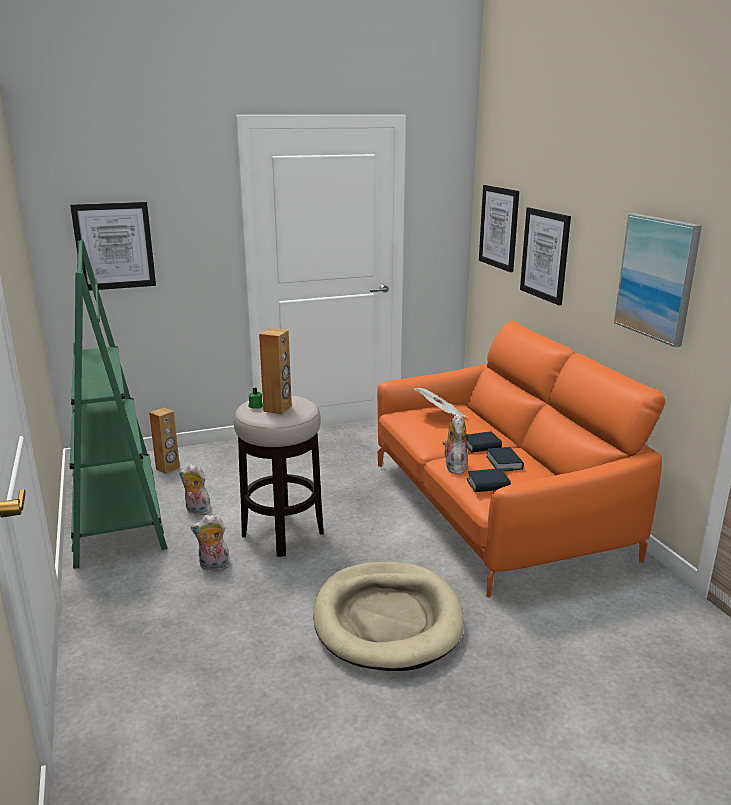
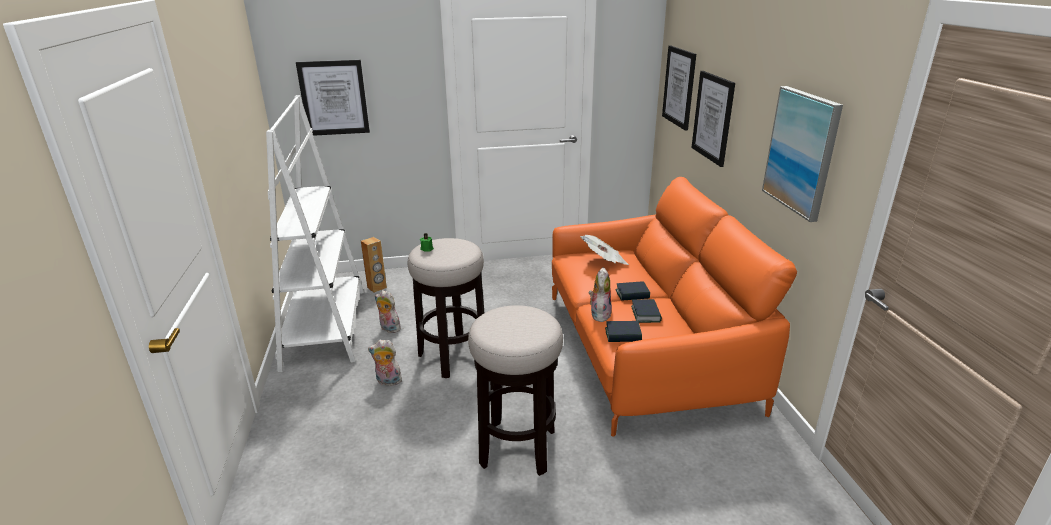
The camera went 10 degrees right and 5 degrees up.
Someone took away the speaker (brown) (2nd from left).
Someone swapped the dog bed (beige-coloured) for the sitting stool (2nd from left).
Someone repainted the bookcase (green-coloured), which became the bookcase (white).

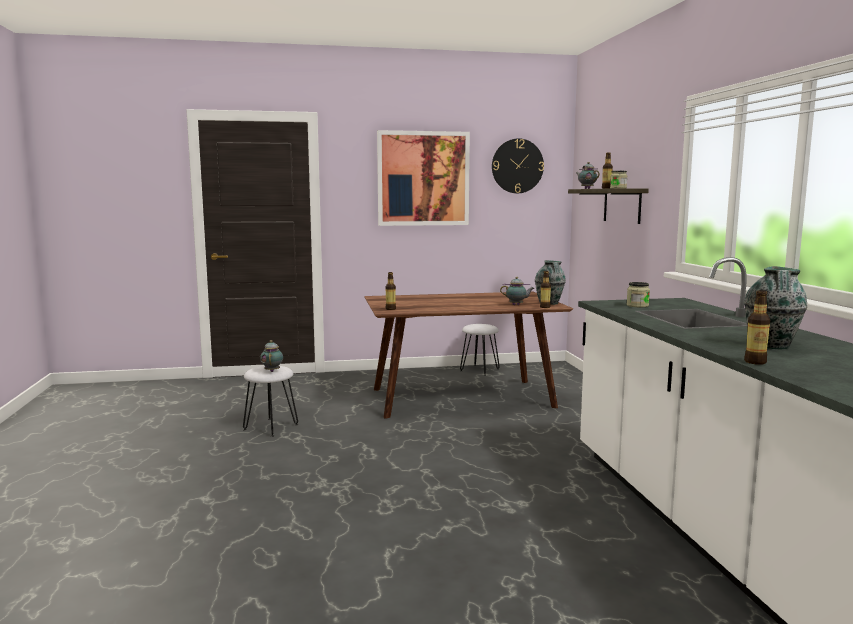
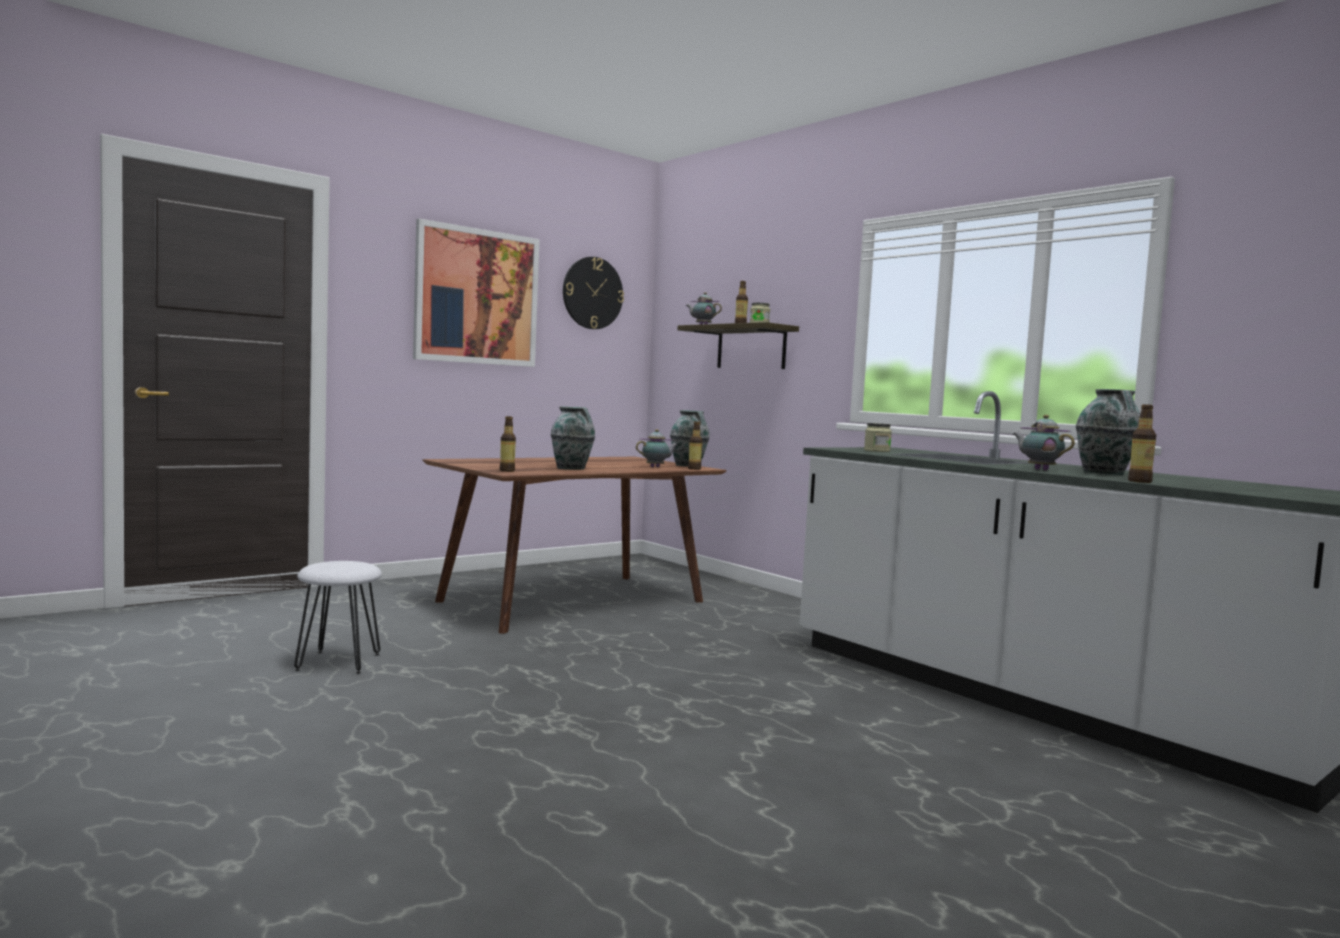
The camera went 30 degrees left and 5 degrees down.
Someone took away the sitting stool (white) (2nd from left).
Someone put down the decorative vase (1st from left).
Someone carried the pot for tea (1st from left in the first image).

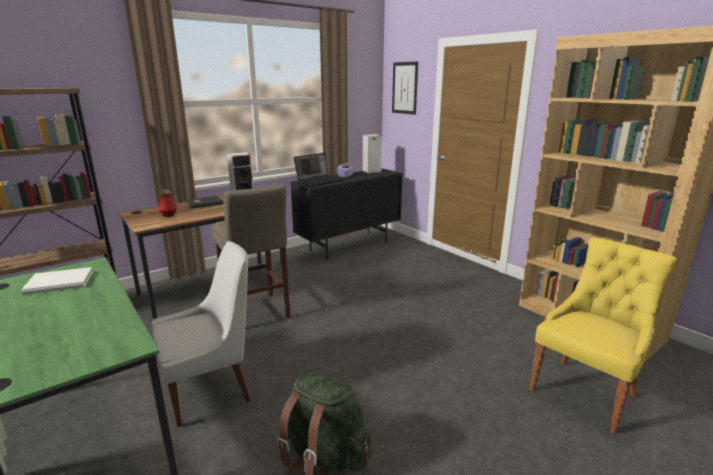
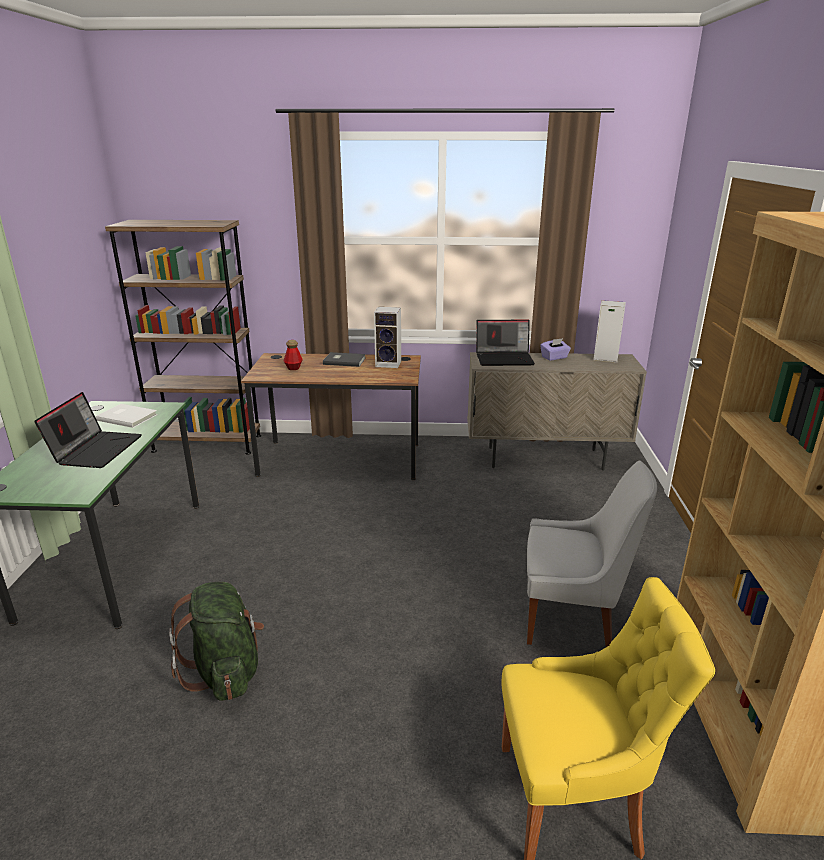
The camera went 40 degrees right and 5 degrees up.
Someone took away the sitting stool (beige-coloured).
Someone took away the wall picture.
Someone put down the notebook computer (1st from left).
Someone carried the chair (white).
Someone repainted the cabinet (black), which became the cabinet (beige-coloured).

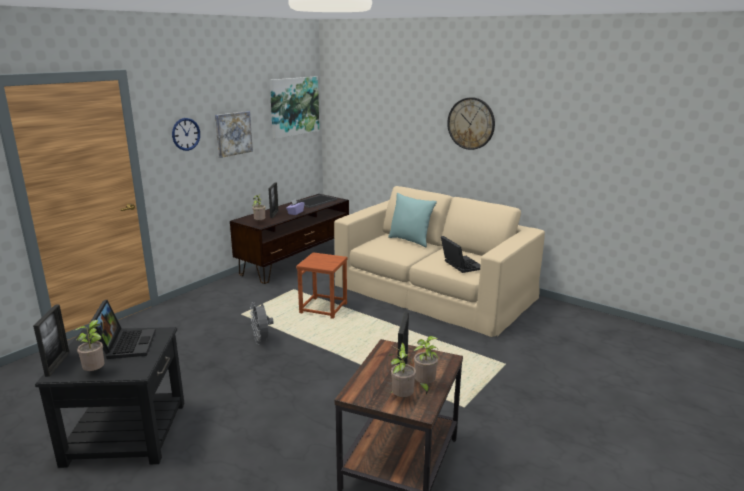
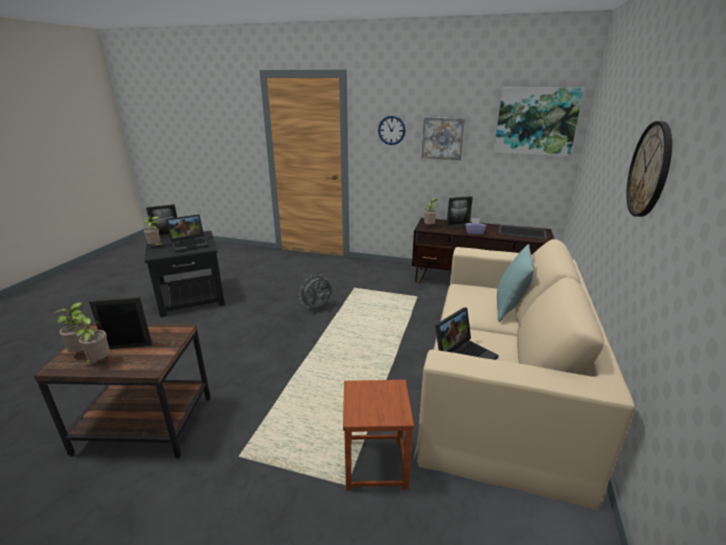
The camera went 70 degrees right and 5 degrees up.
Someone carried the sitting stool (brown).

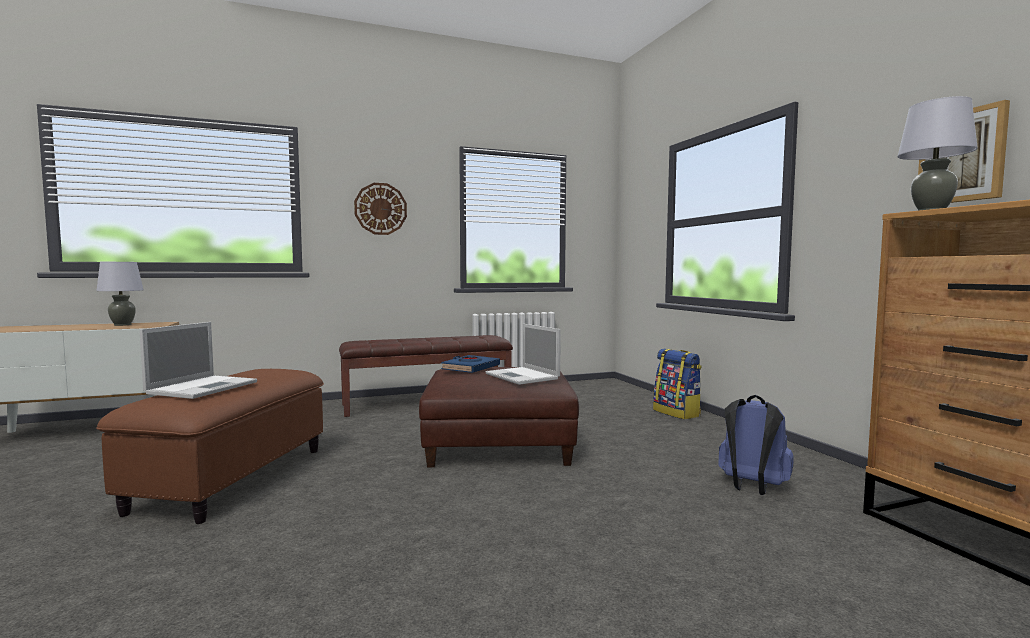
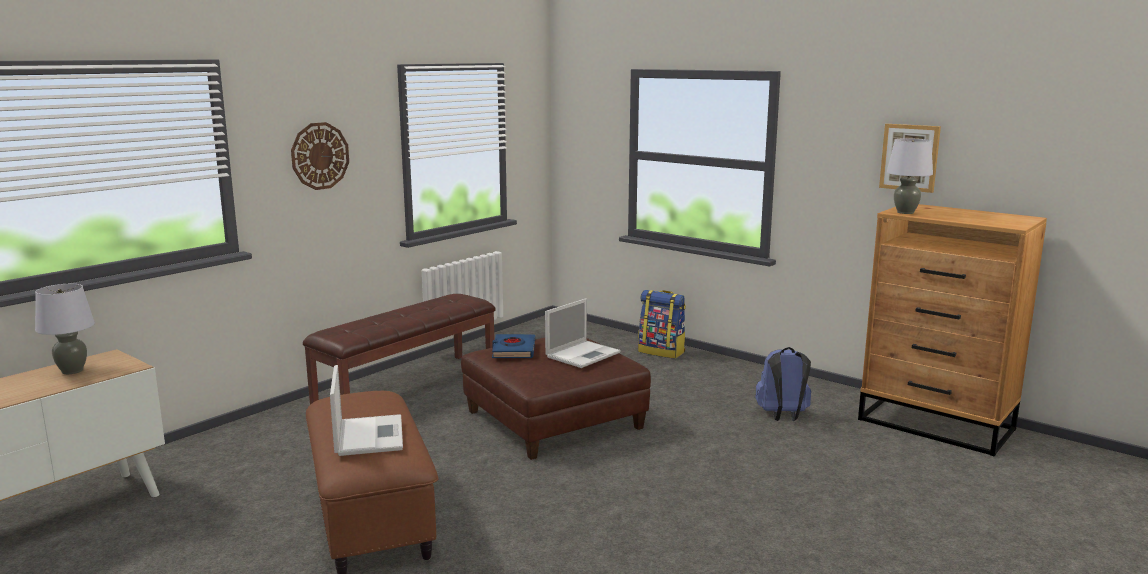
The camera went 30 degrees left and 10 degrees up.
Someone rotated the notebook computer (2nd from left) by 75 degrees counterclockwise.

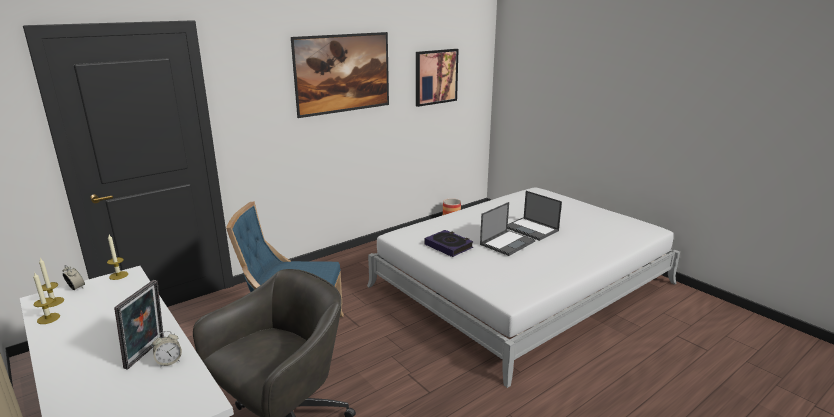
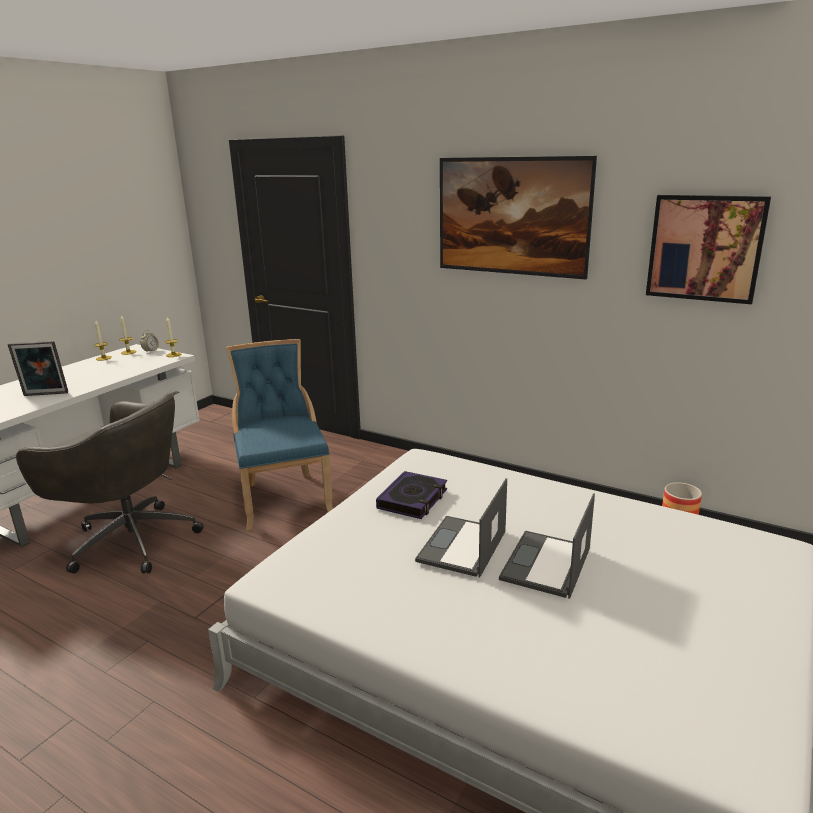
The camera went 70 degrees right and 0 degrees up.
Someone took away the table clock (2nd from left).
Someone rotated the notebook computer (1st from left) by 90 degrees clockwise.

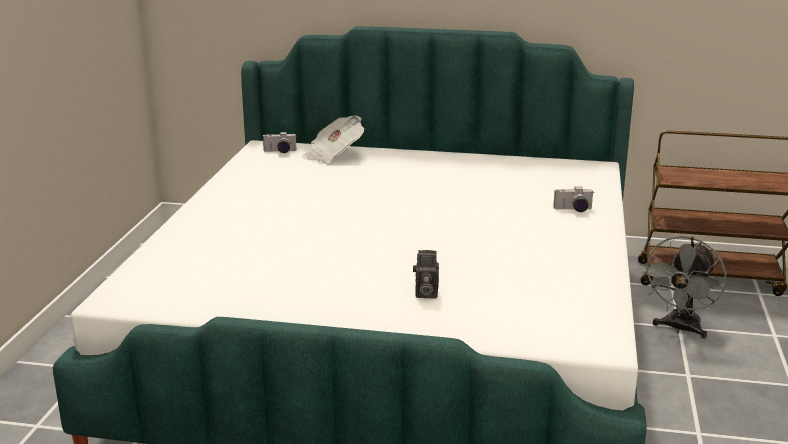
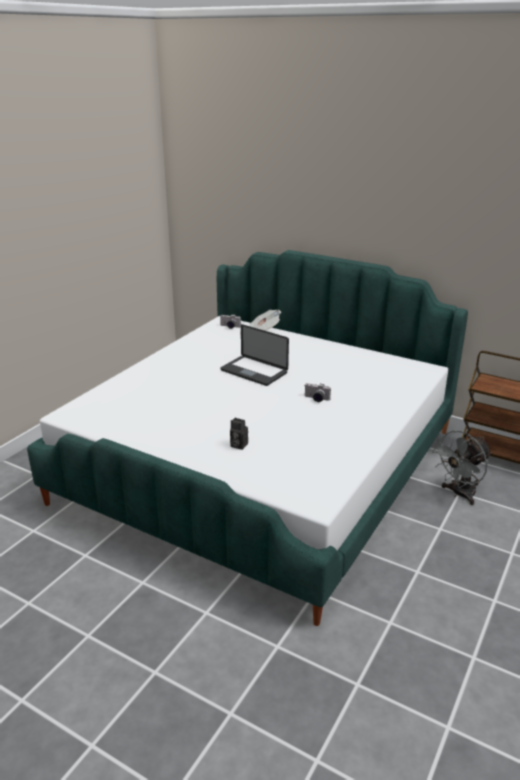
The camera went 20 degrees right and 5 degrees up.
Someone put down the notebook computer.
Someone carried the photo camera (3rd from left).

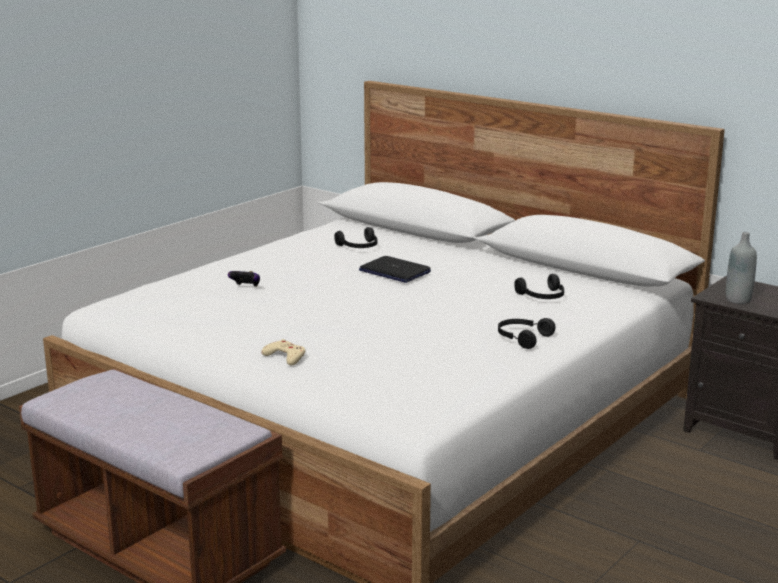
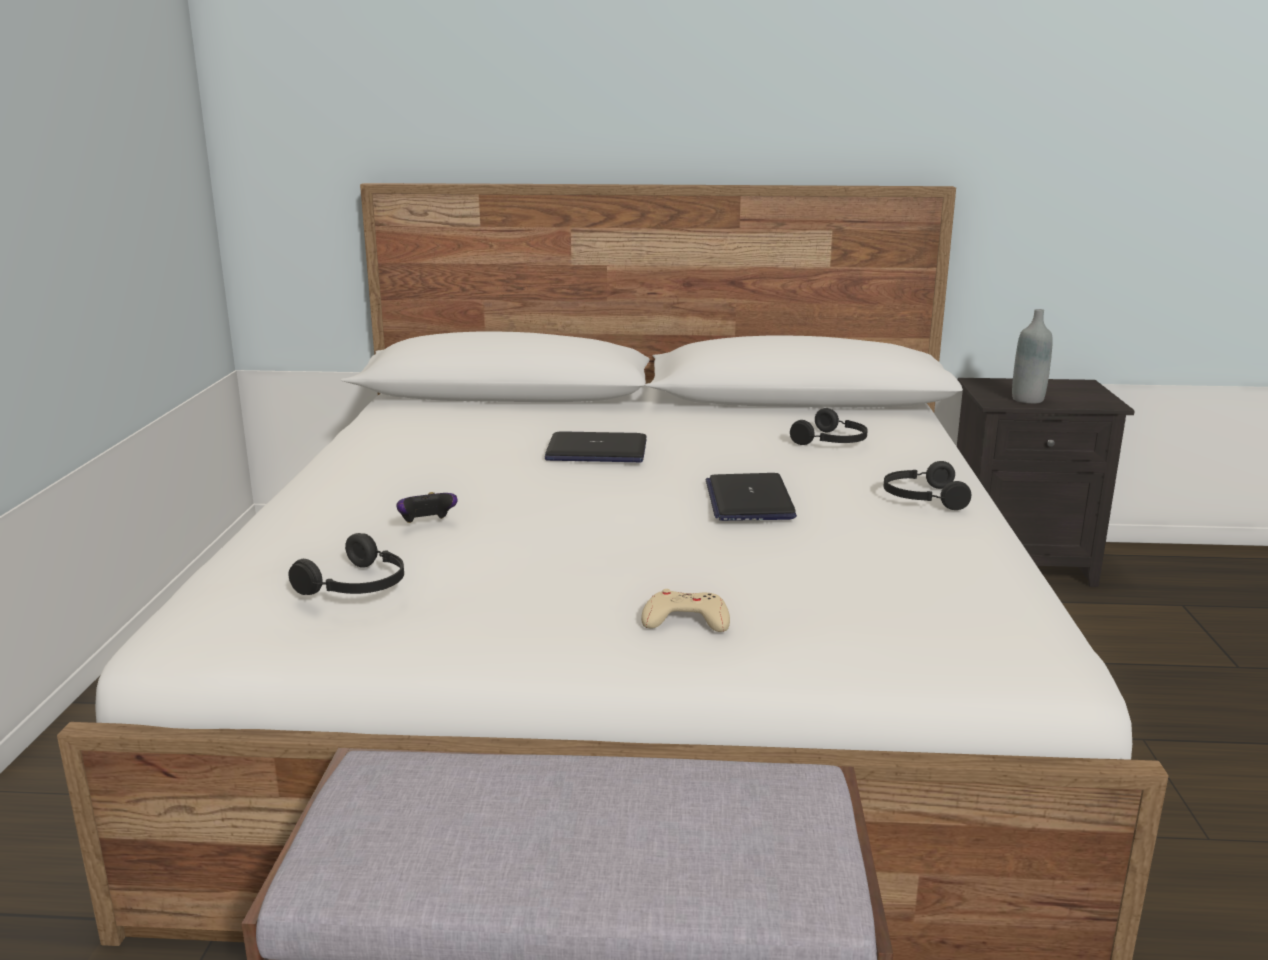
The camera went 35 degrees left and 0 degrees up.
Someone put down the notebook computer (2nd from left).
Someone carried the headset (black) (1st from left).

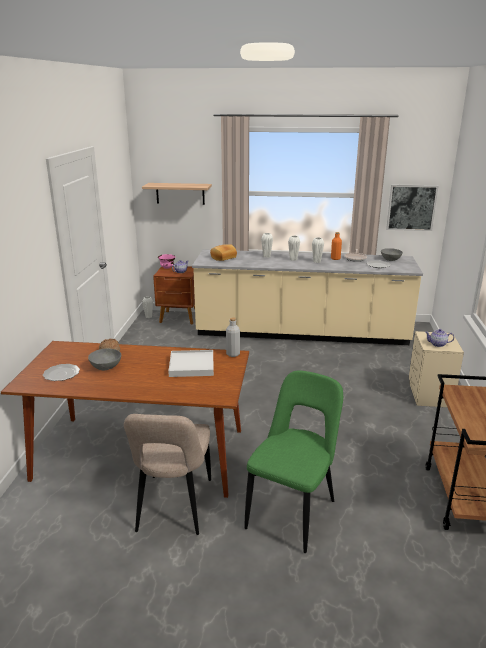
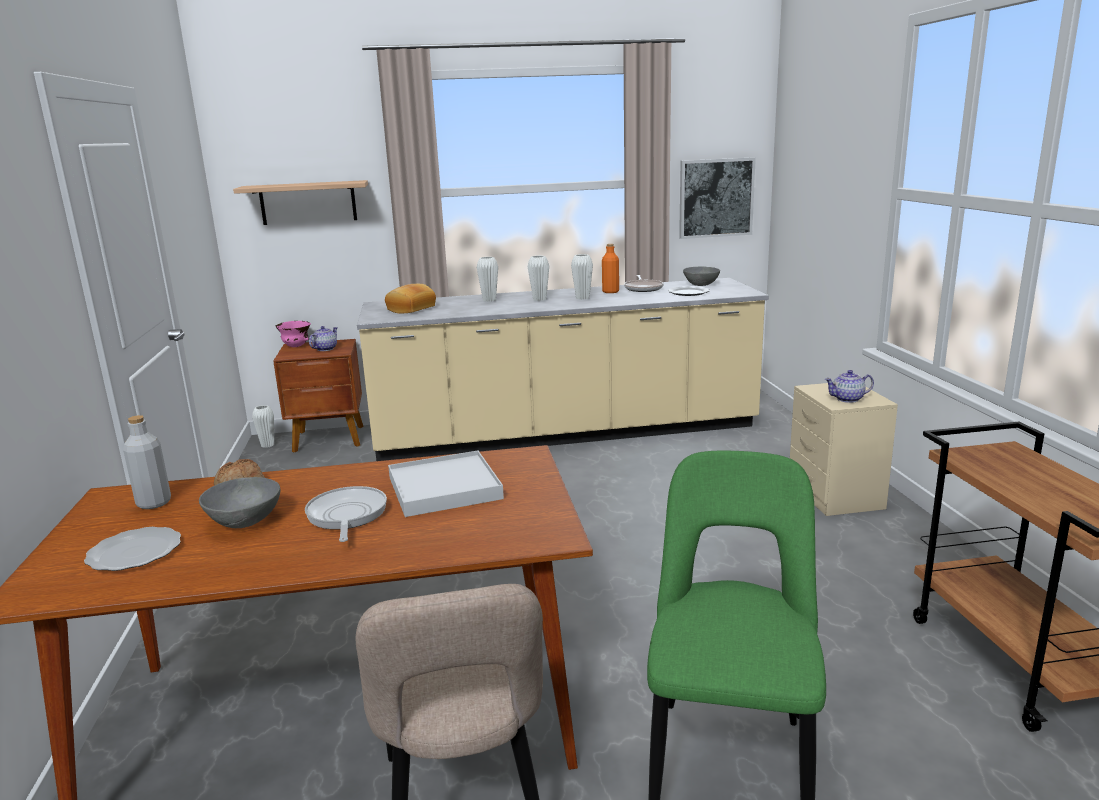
The camera went 15 degrees left and 5 degrees down.
Someone put down the pan (1st from left).
Someone carried the bottle (gray).

